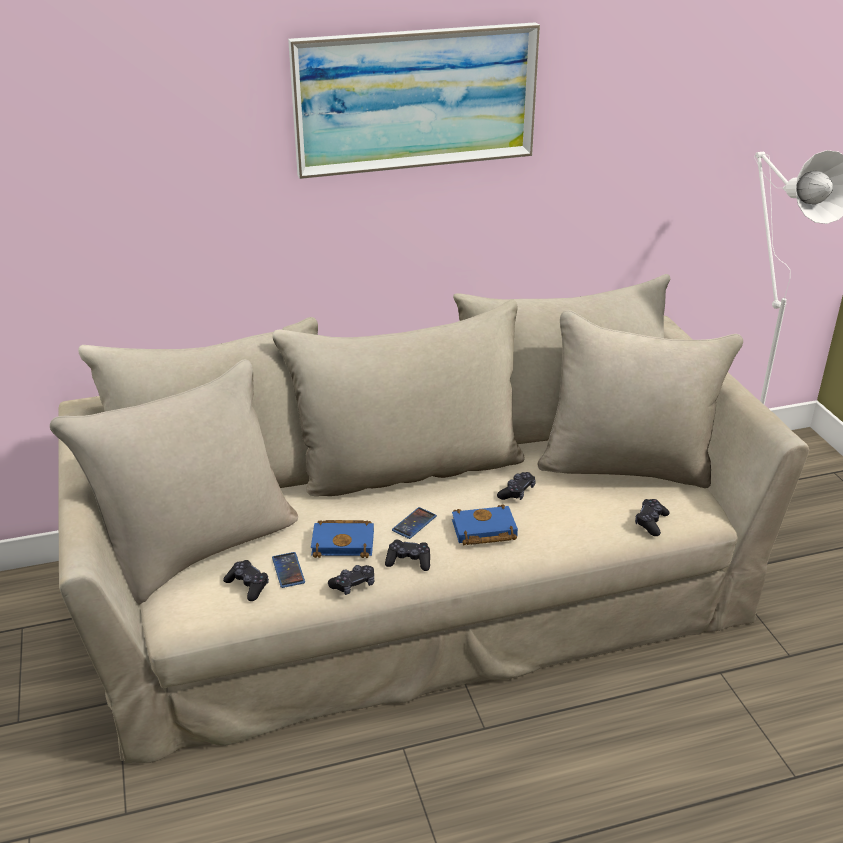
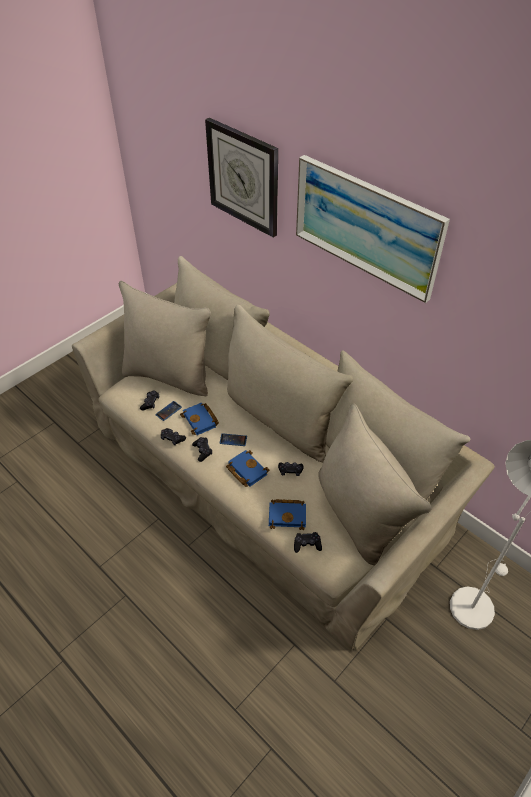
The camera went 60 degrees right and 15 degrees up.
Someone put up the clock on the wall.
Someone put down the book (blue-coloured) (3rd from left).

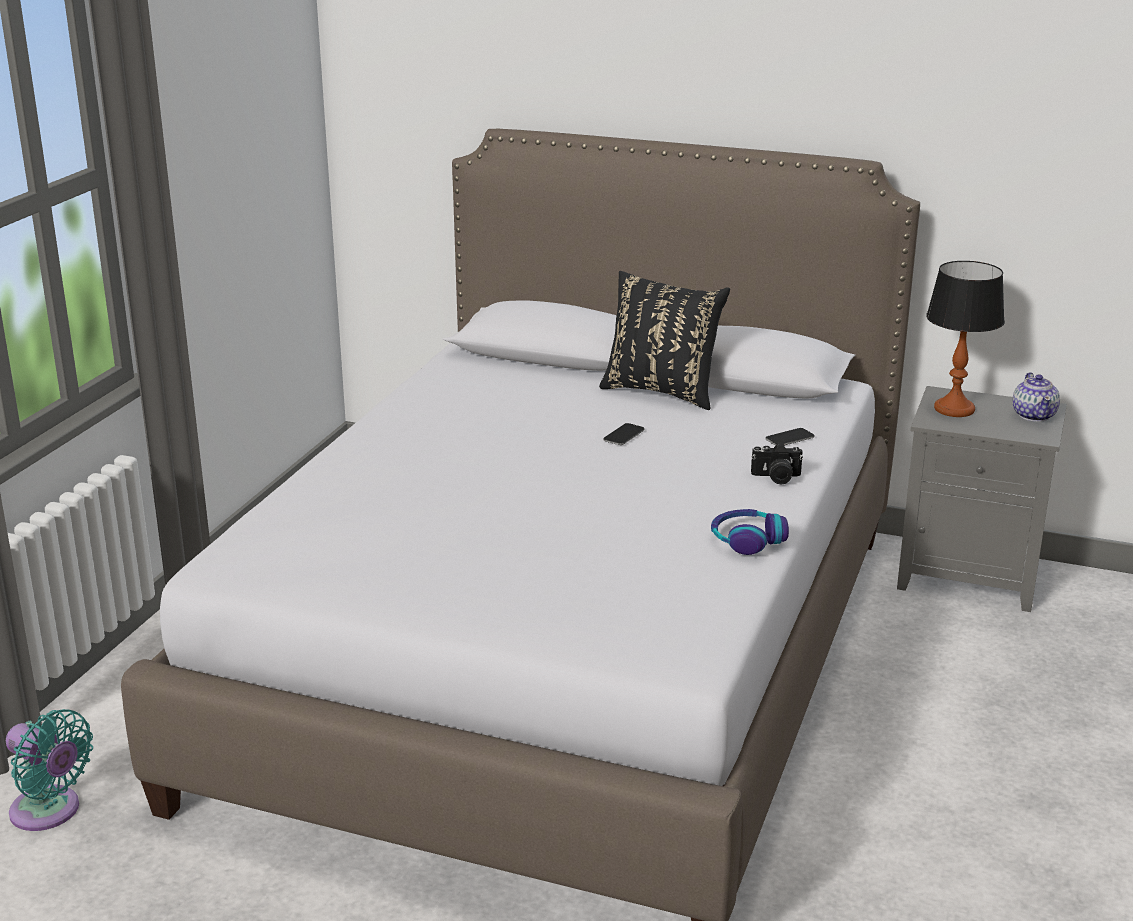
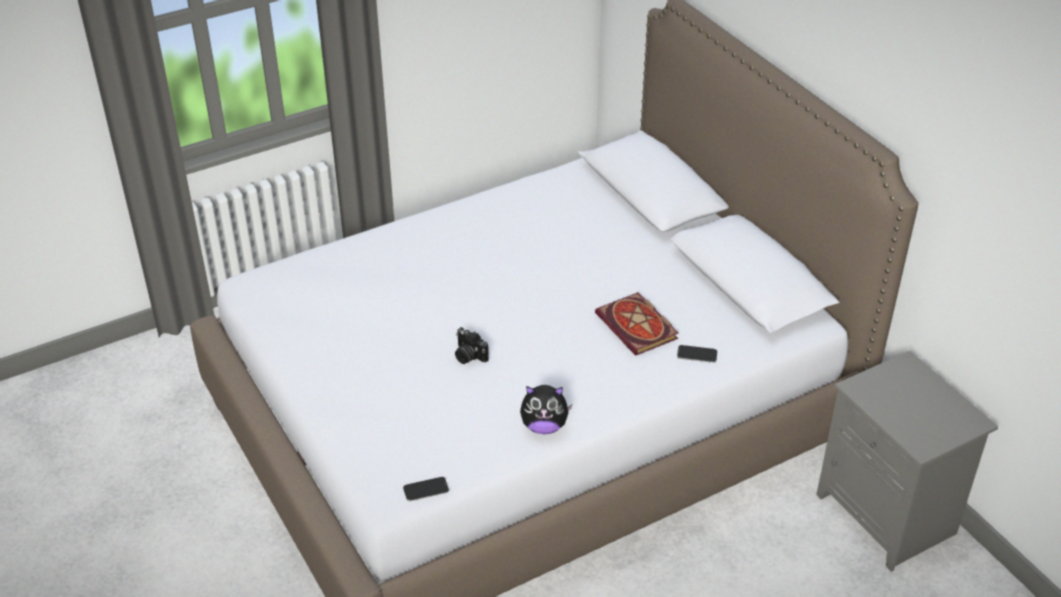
The camera went 40 degrees right and 15 degrees up.
Someone took away the electric fan (turquoise).
Someone took away the throw pillow (black).
Someone took away the lamp for a table.
Someone took away the pot for tea.
Someone put down the book.
Someone carried the telephone (1st from left).
Someone carried the photo camera.
Someone swapped the headset for the plush toy.

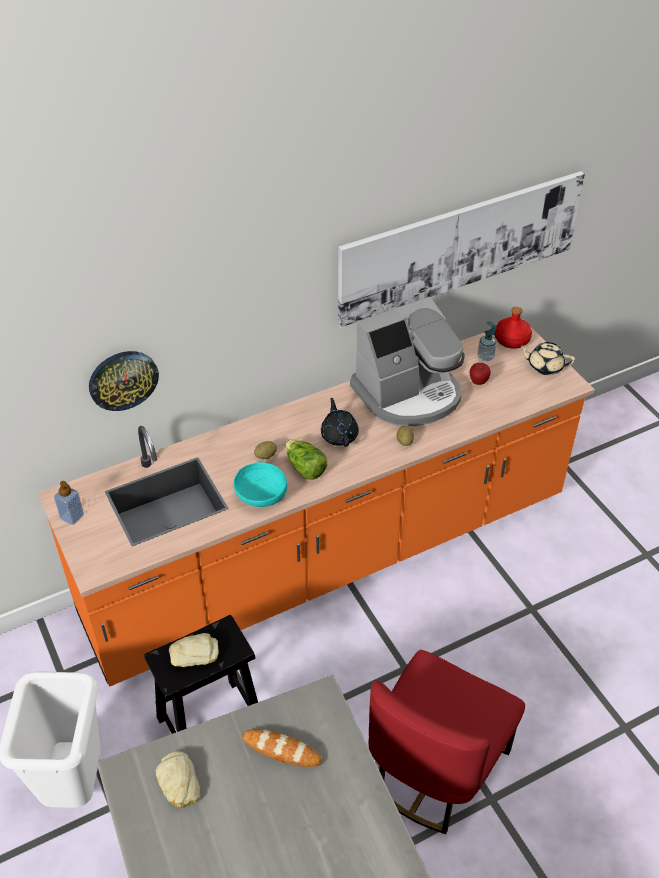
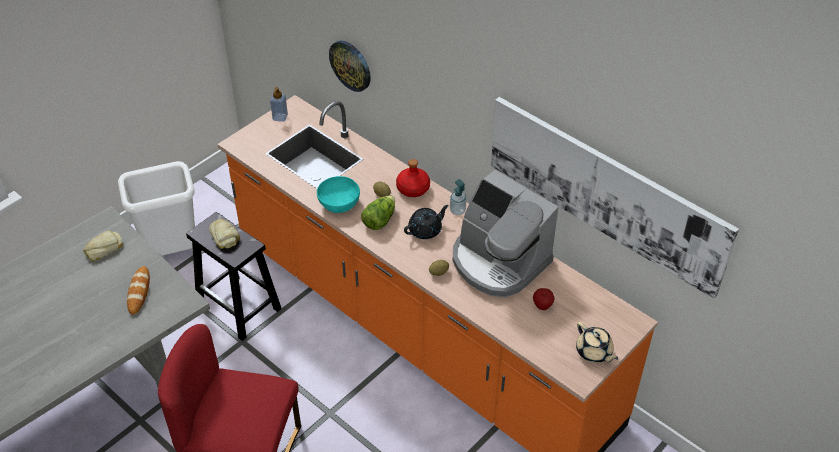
The camera went 70 degrees right and 0 degrees up.
Someone carried the liquid soap bottle (2nd from left).
Someone carried the bottle (reddish).
Someone rotated the pot for tea (beige-coloured) by 150 degrees clockwise.

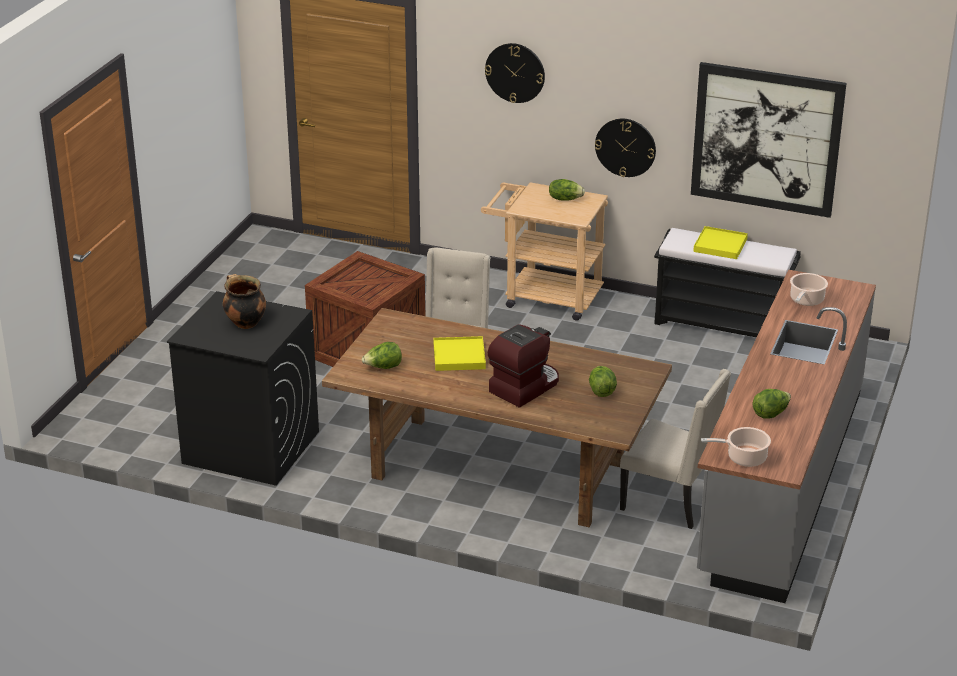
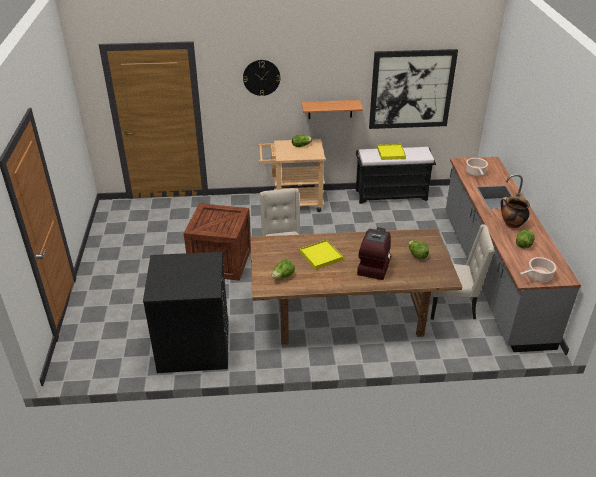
The camera went 25 degrees left and 5 degrees up.
Someone carried the stockpot (1st from left in the first image).
Someone swapped the clock on the wall (2nd from left) for the wall shelf.

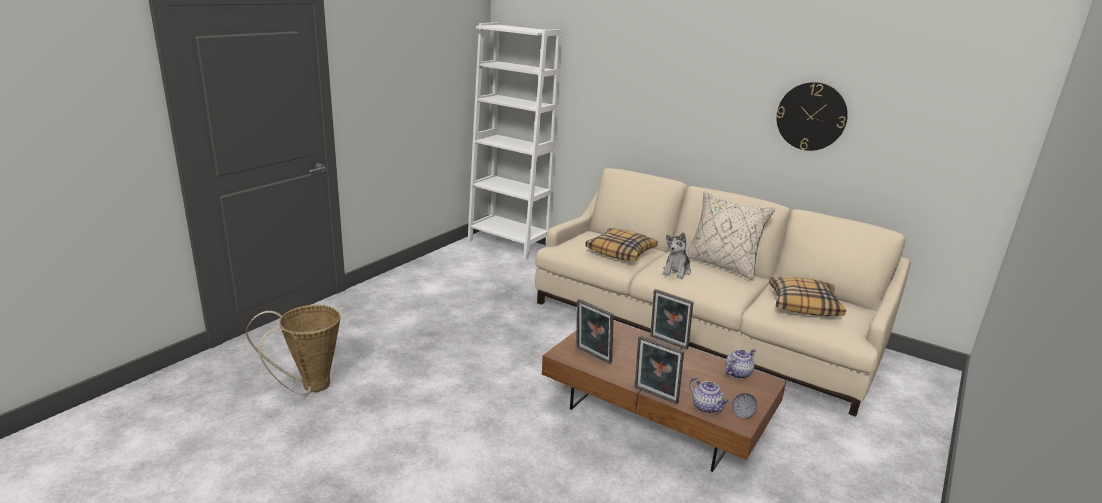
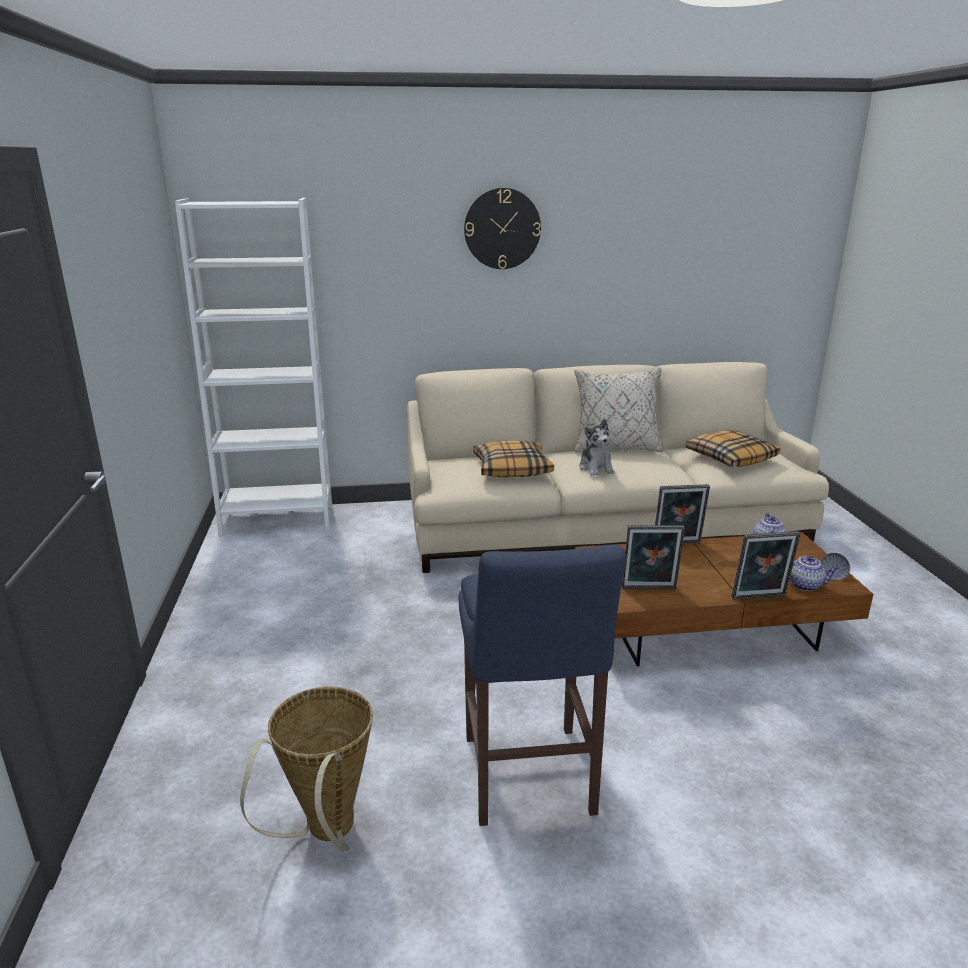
The camera went 40 degrees left and 0 degrees up.
Someone put down the sitting stool (blue-coloured).
Someone carried the clock on the wall.

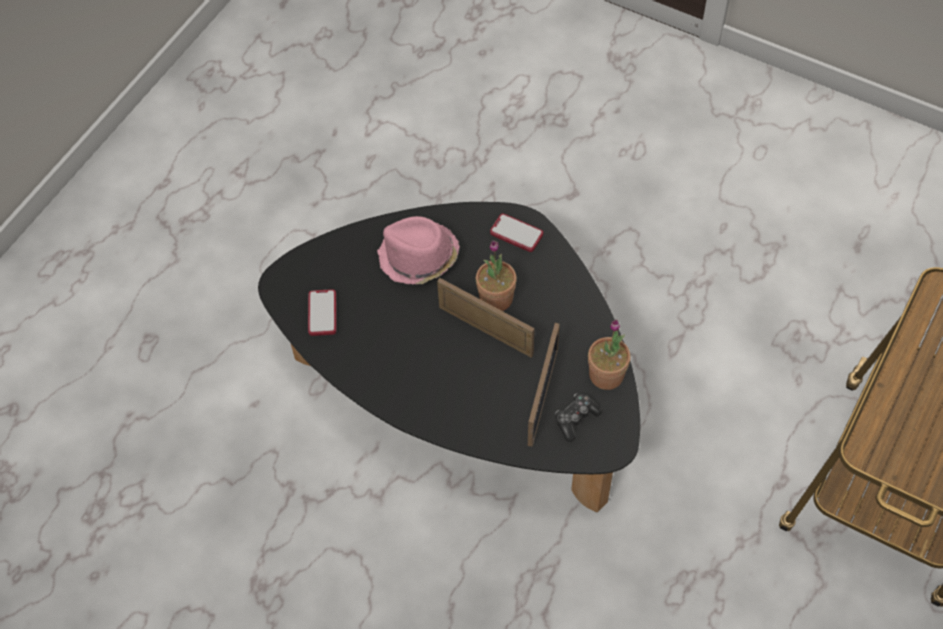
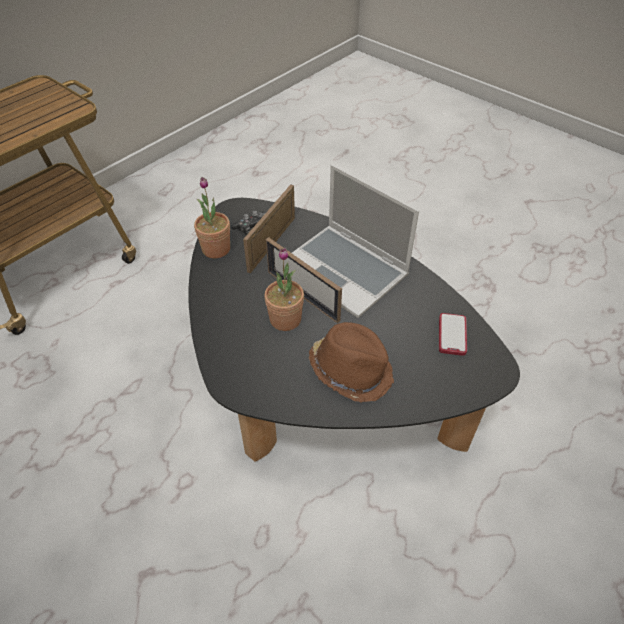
The camera went 170 degrees left and 10 degrees down.
Someone took away the telephone (2nd from left).
Someone put down the notebook computer.
Someone repainted the clothing hat (pinkish), which became the clothing hat (brown).

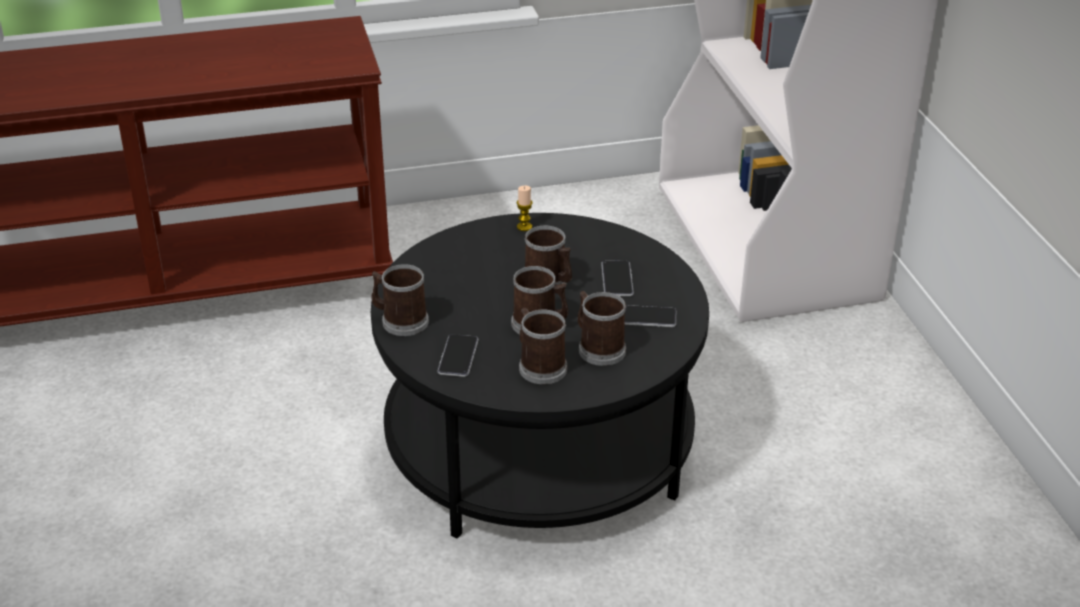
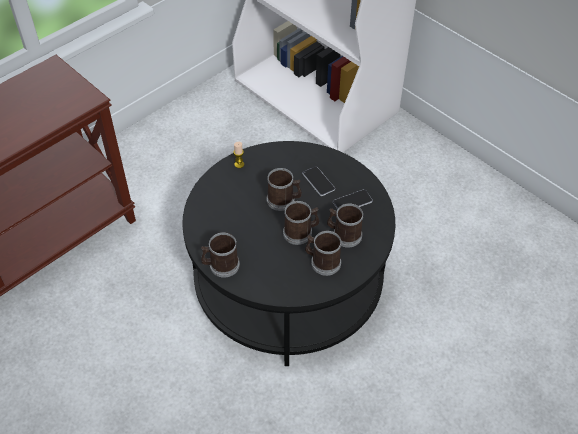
The camera went 30 degrees left and 15 degrees up.
Someone took away the telephone (1st from left).

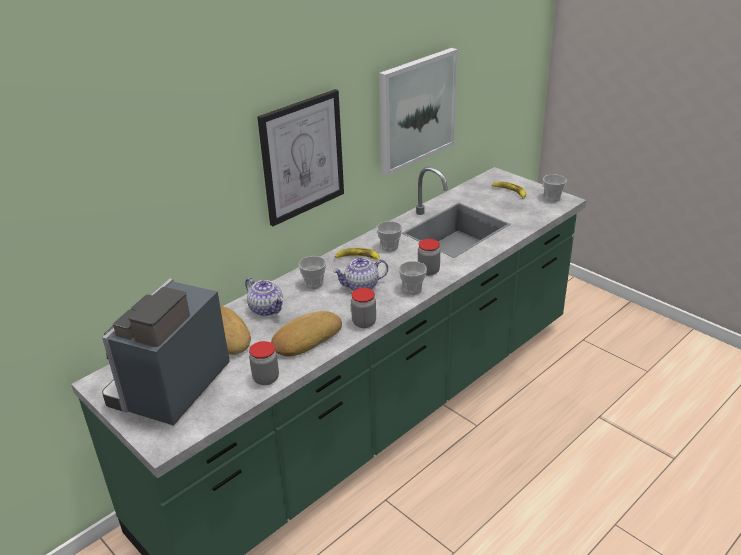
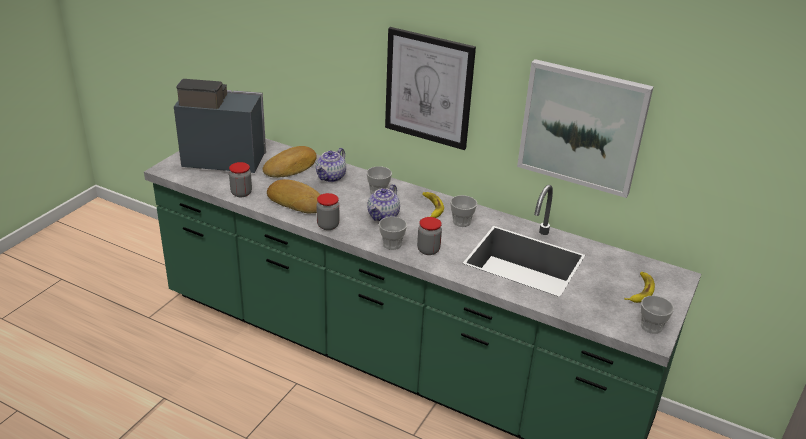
The camera went 70 degrees right and 0 degrees up.
Someone rotated the pot for tea (2nd from left) by 120 degrees counterclockwise.

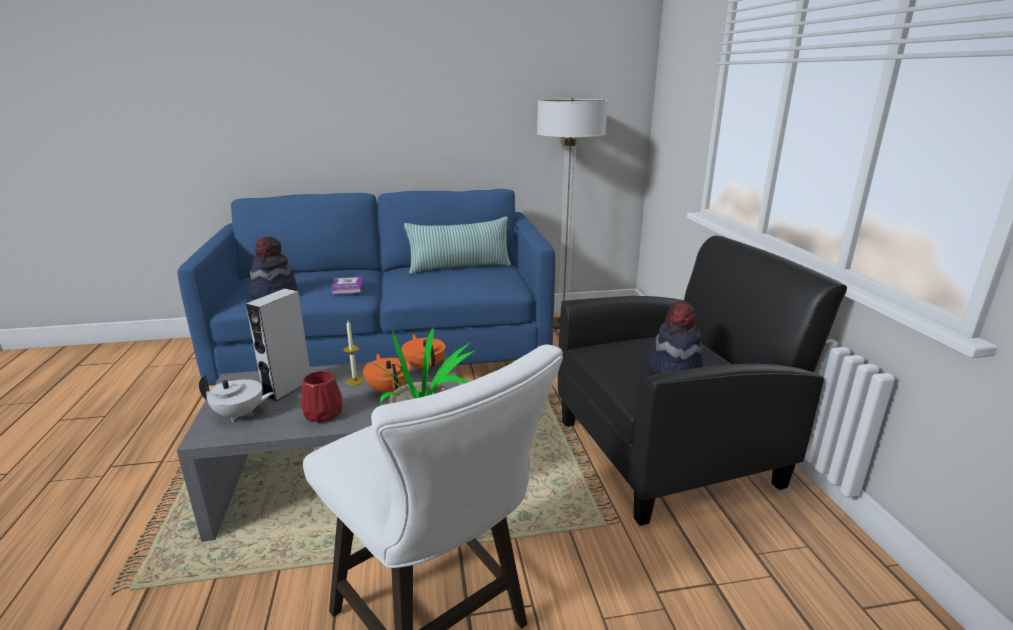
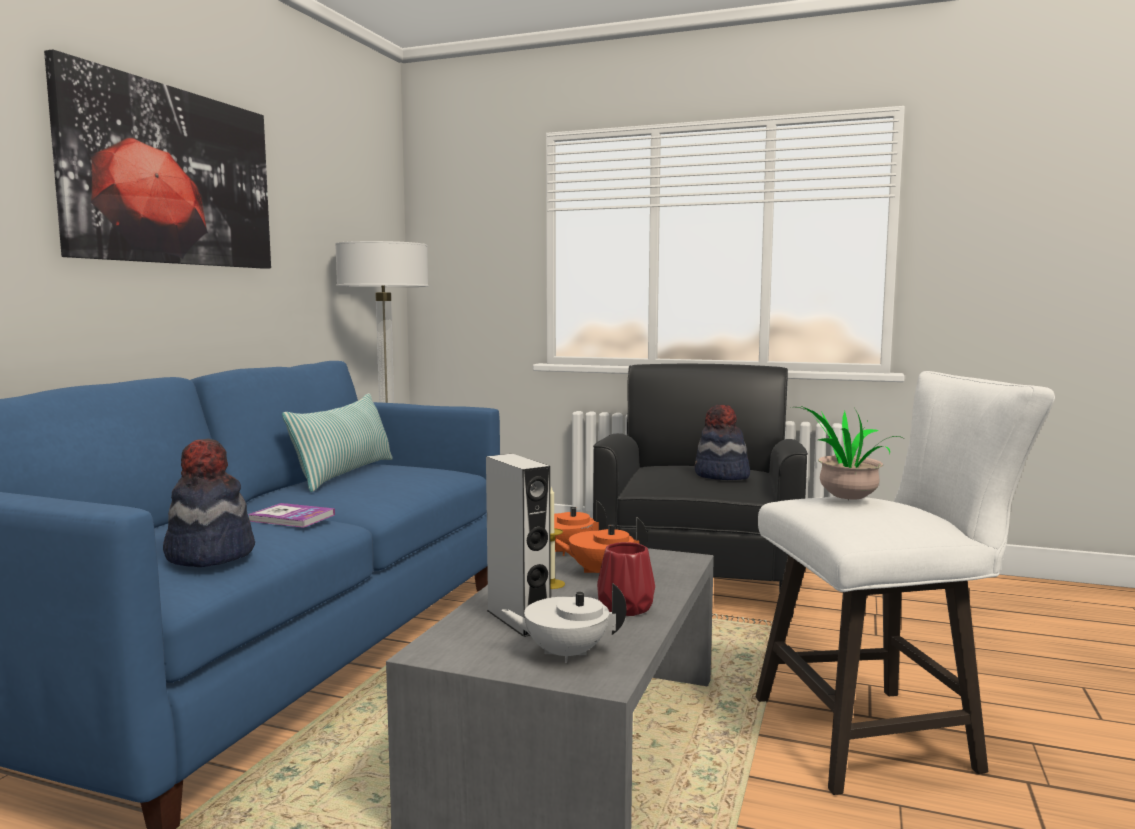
The camera went 60 degrees left and 15 degrees down.
Someone put up the wall picture.
Someone rotated the pot for tea (white) by 120 degrees counterclockwise.

